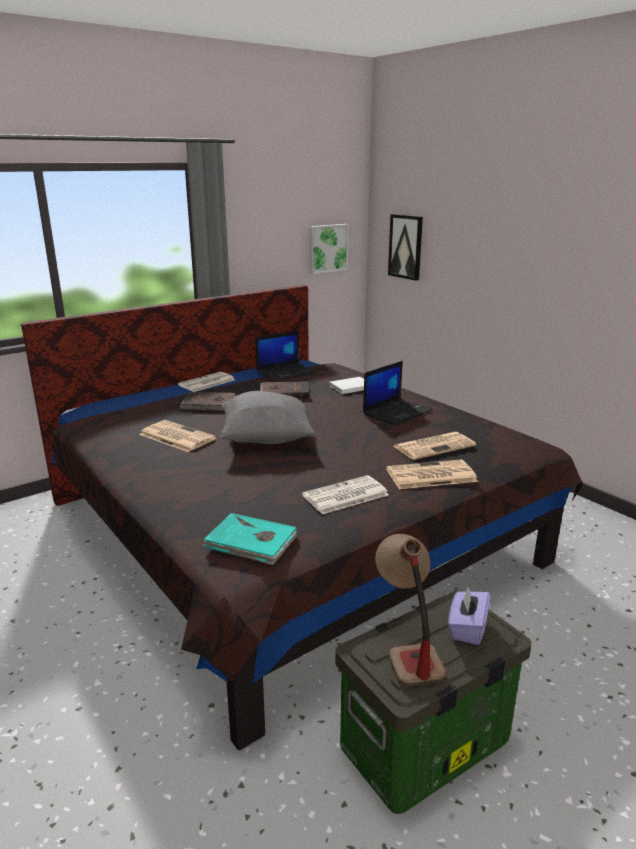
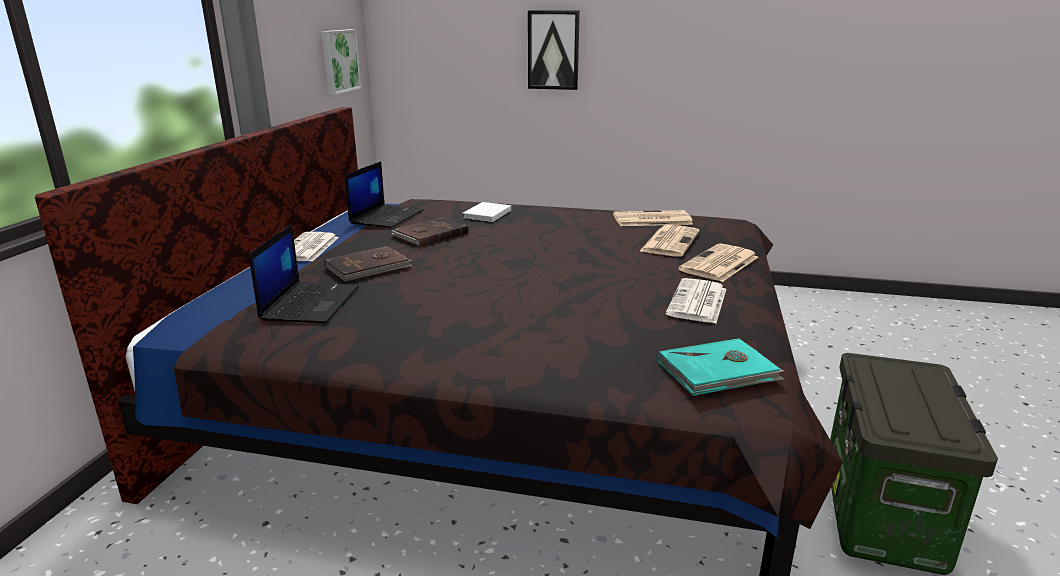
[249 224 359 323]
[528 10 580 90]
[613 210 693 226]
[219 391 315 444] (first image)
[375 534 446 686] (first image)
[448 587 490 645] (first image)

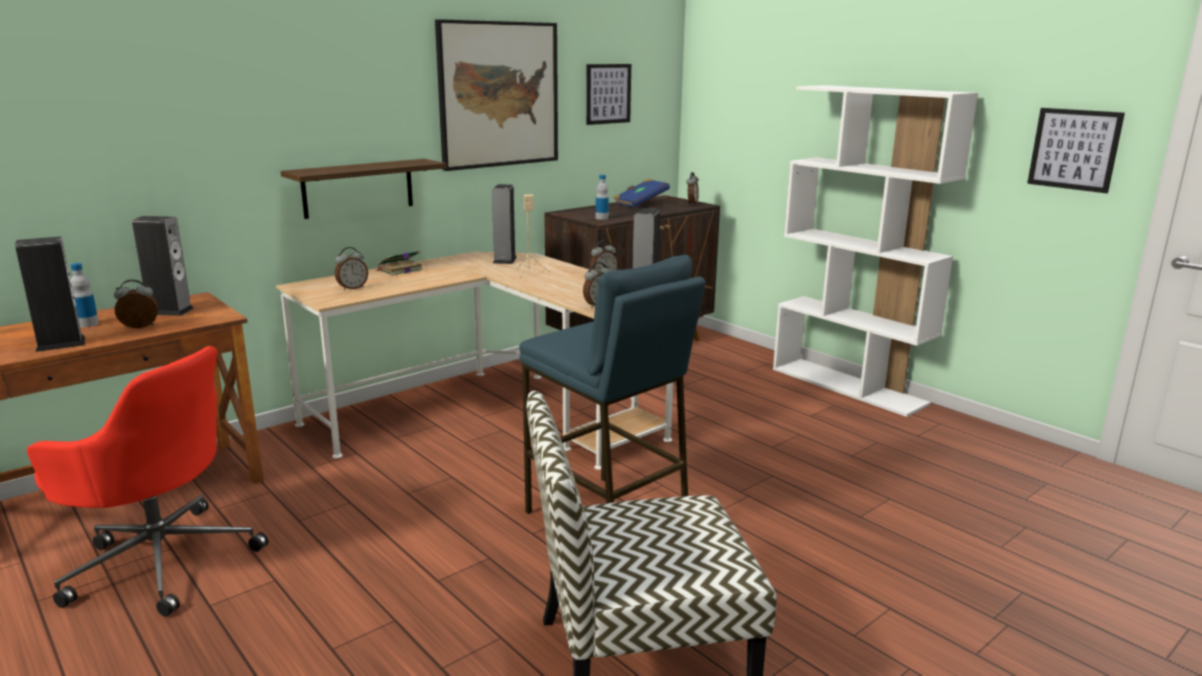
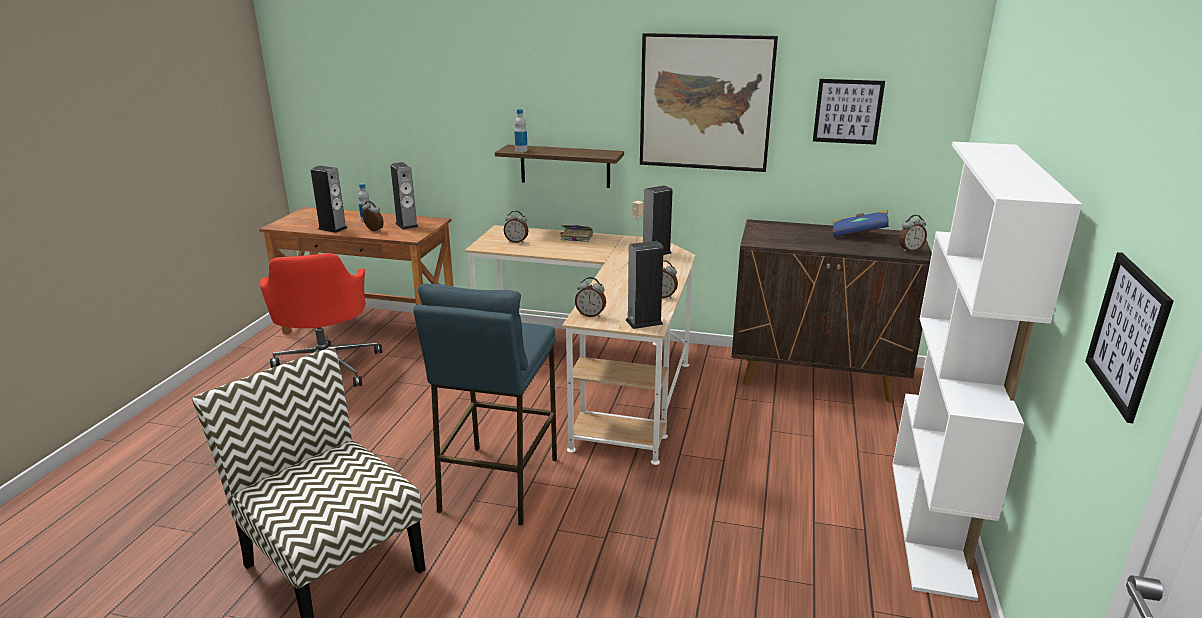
[514 109 528 152]

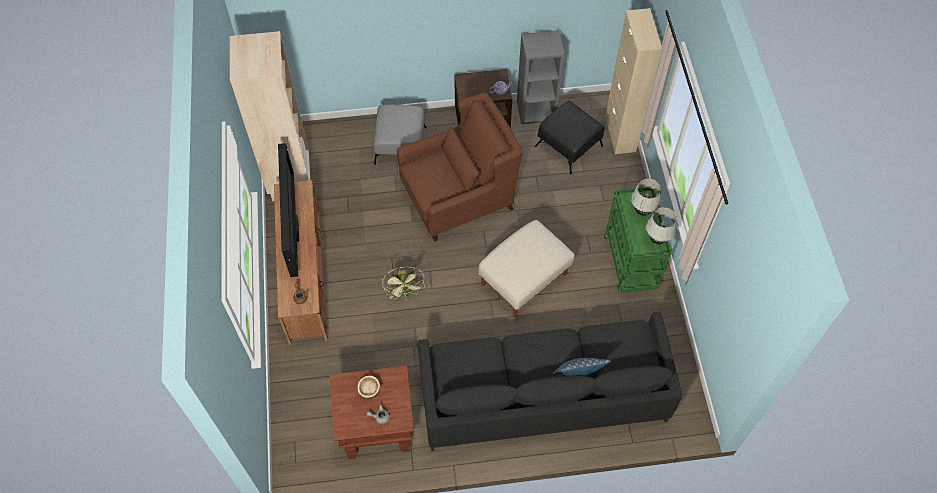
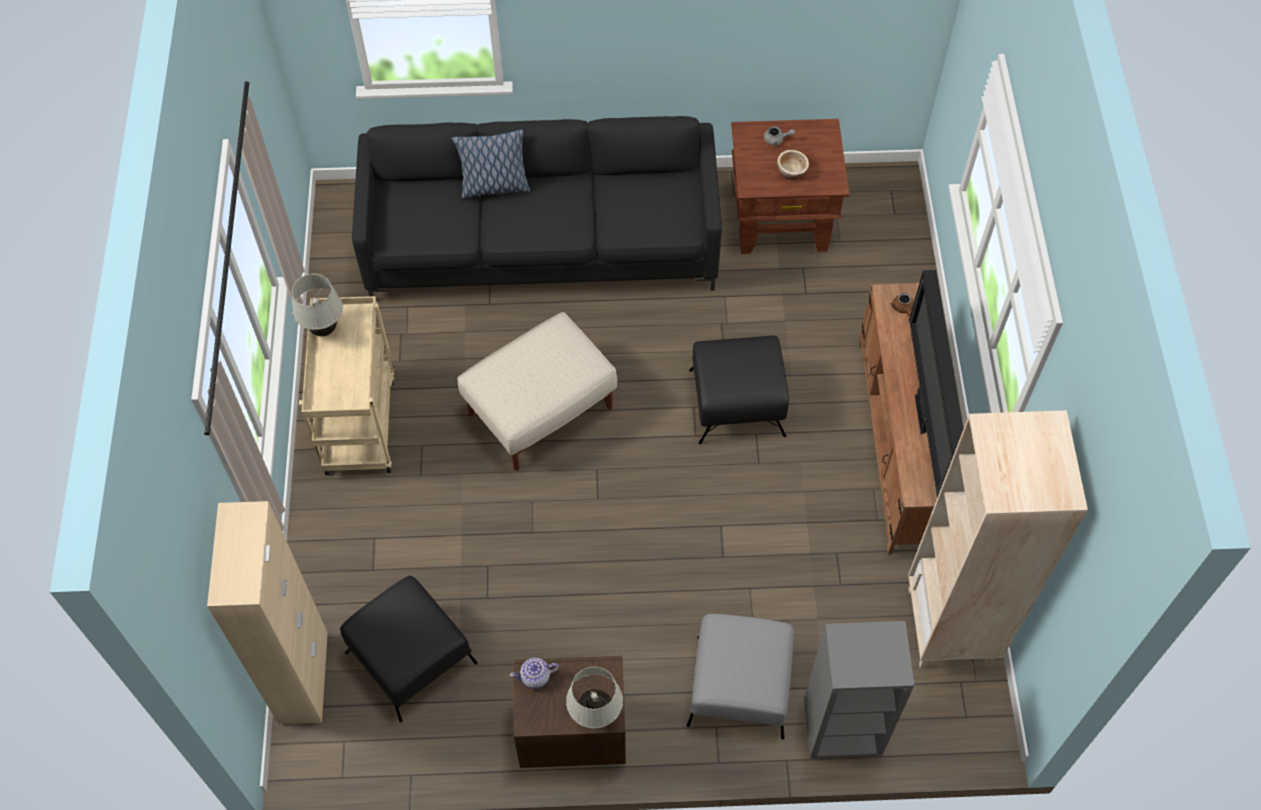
[299 296 394 475]
[566 667 623 728]
[689 336 789 444]
[804 621 915 758]
[397 92 523 242] (first image)

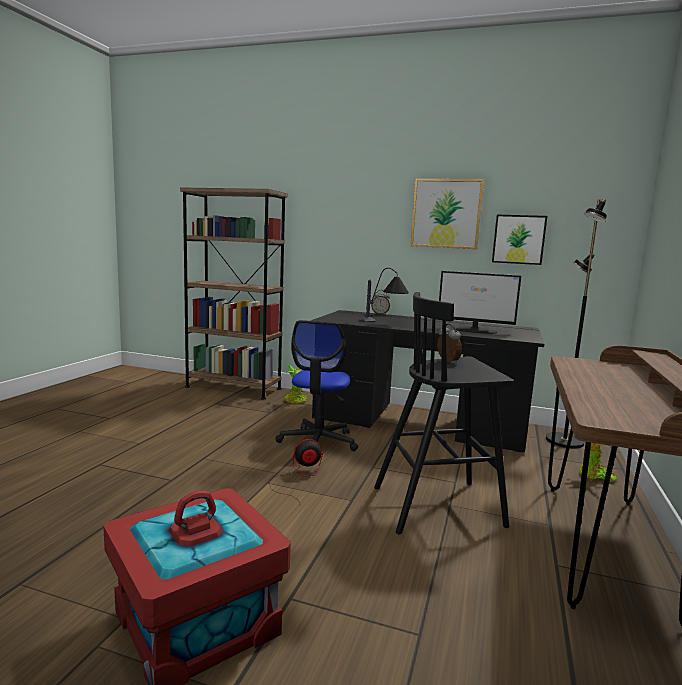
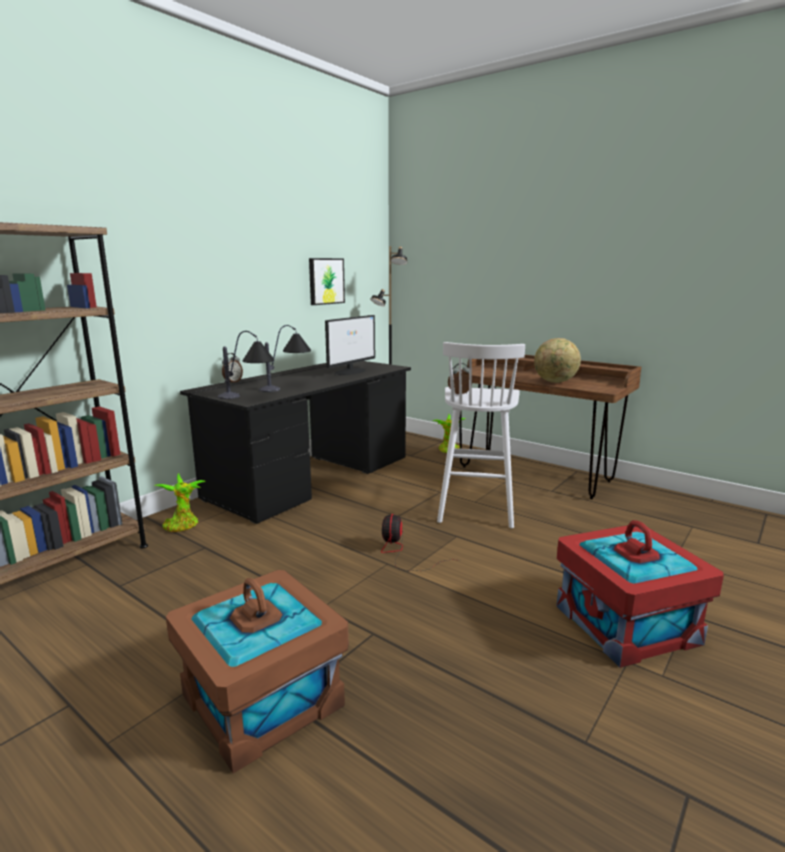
[166 570 349 773]
[218 331 275 399]
[437 342 525 528]
[534 338 581 383]
[276 320 358 451] (first image)
[410 179 484 249] (first image)

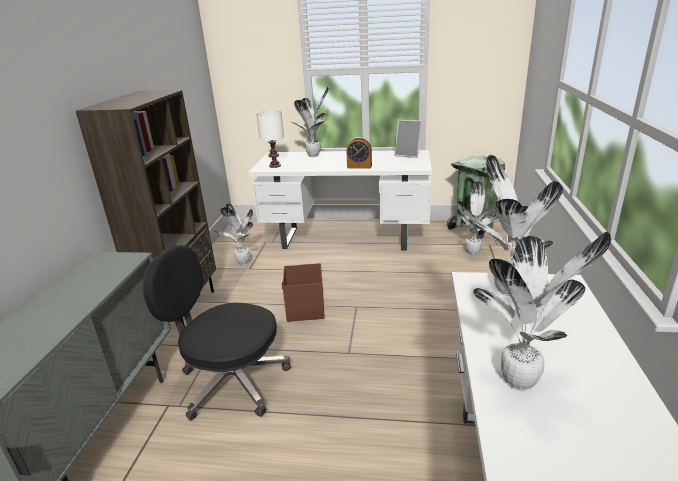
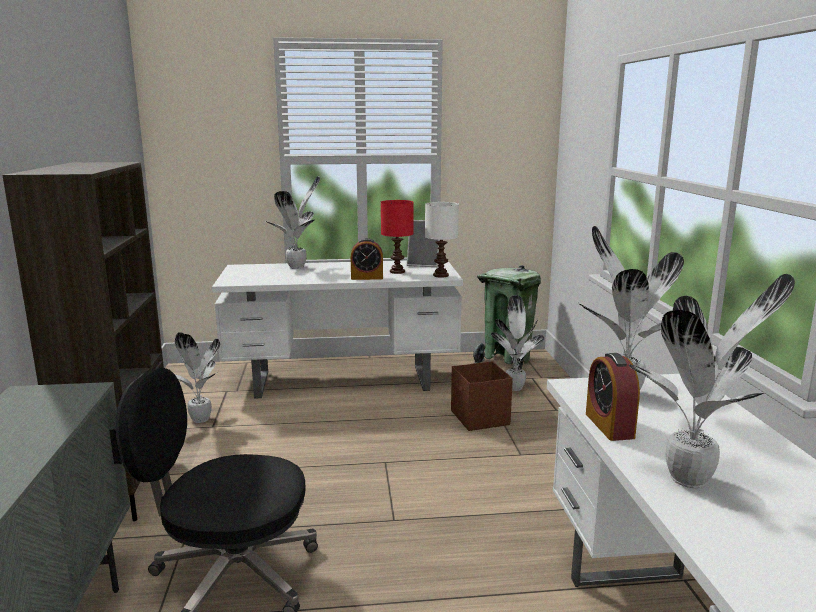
[381 200 413 274]
[425 202 459 278]
[451 361 513 431]
[586 353 640 441]

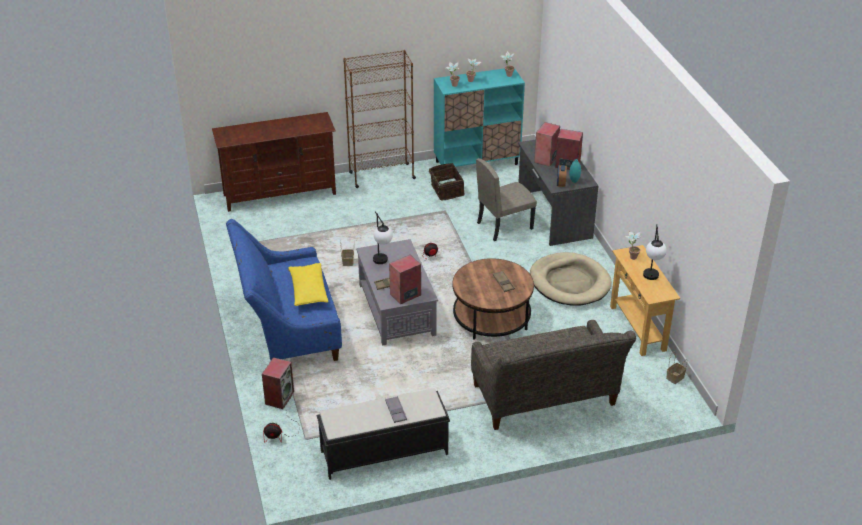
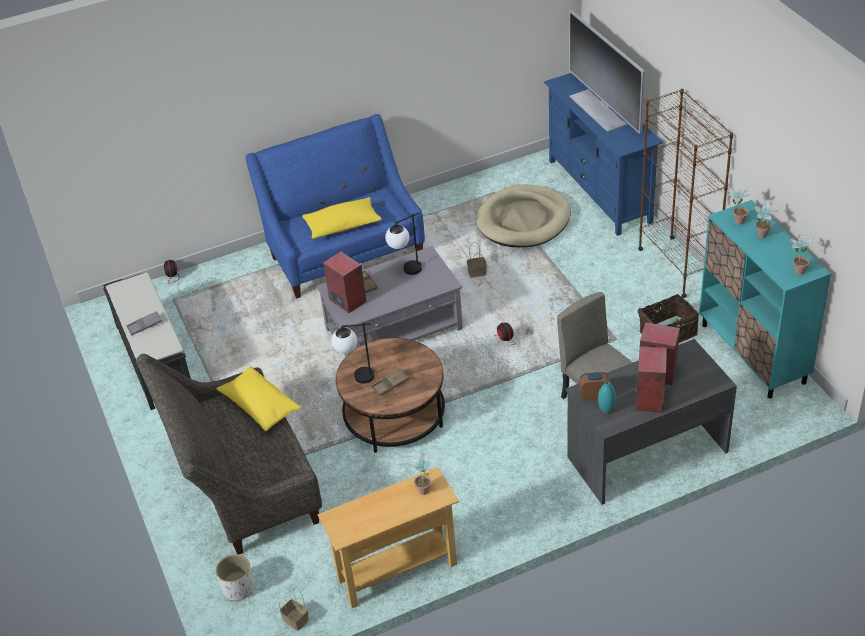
[216 366 301 431]
[216 554 254 601]
[331 323 374 384]
[476 184 571 247]
[544 73 663 236]
[569 10 645 134]
[262 357 294 409] (first image)

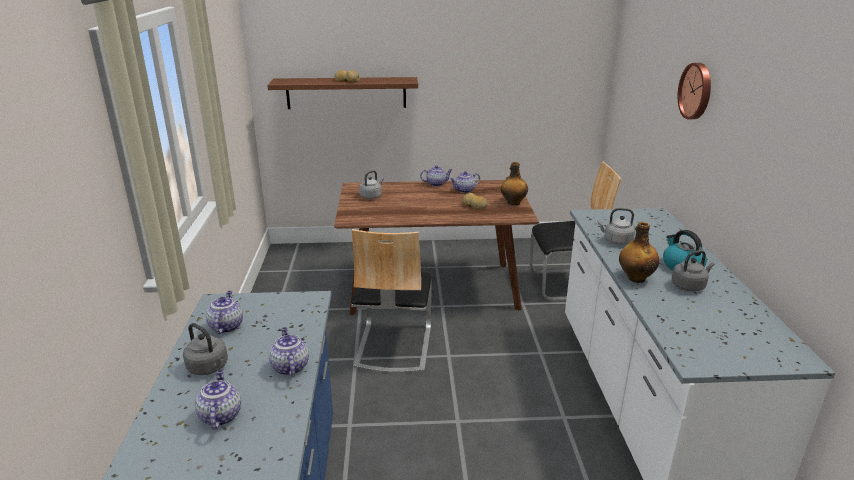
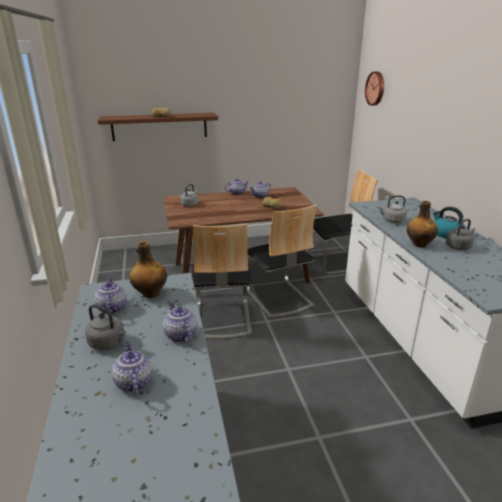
[130 242 167 298]
[247 204 317 318]
[365 71 384 106]

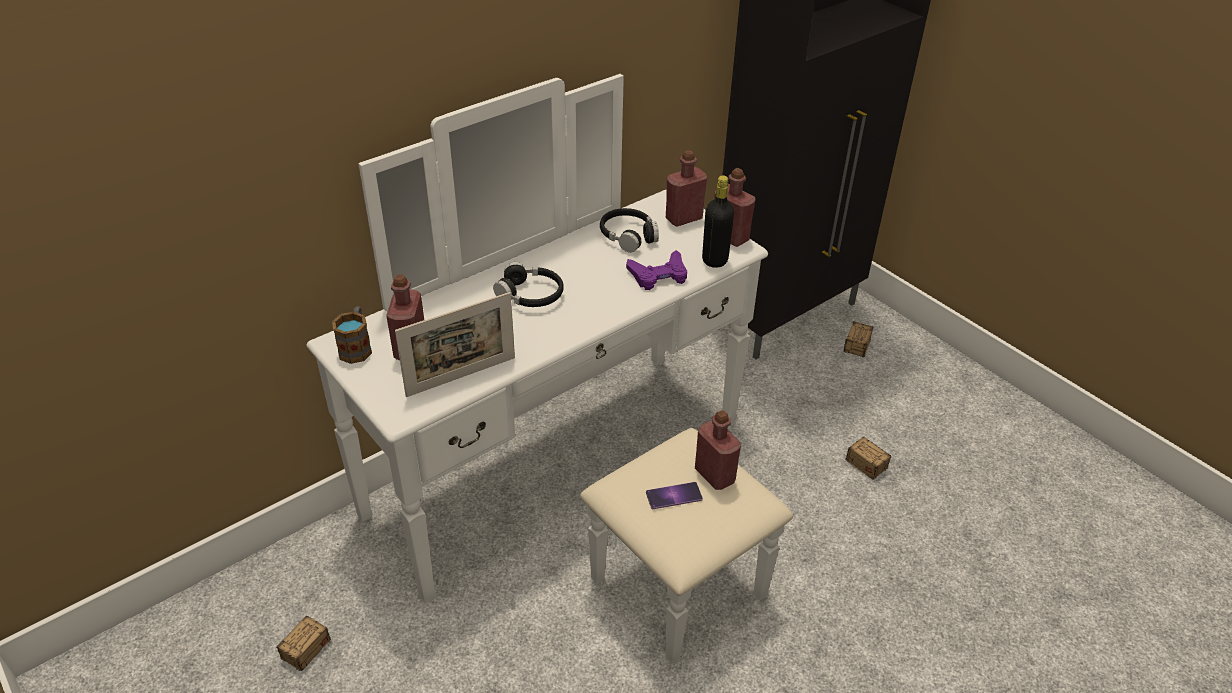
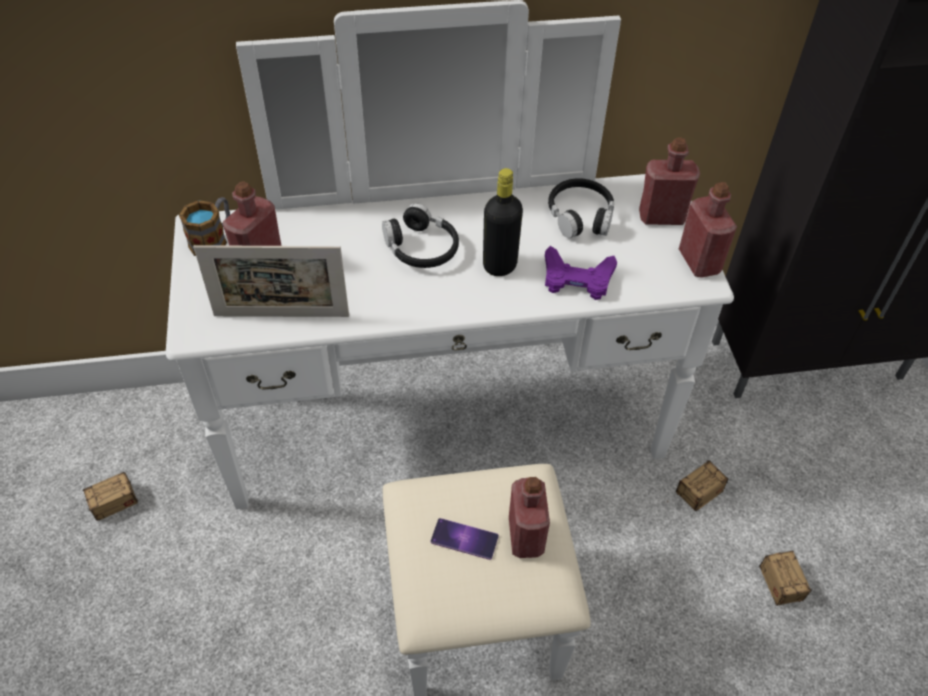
[483 168 523 276]
[676 460 729 511]

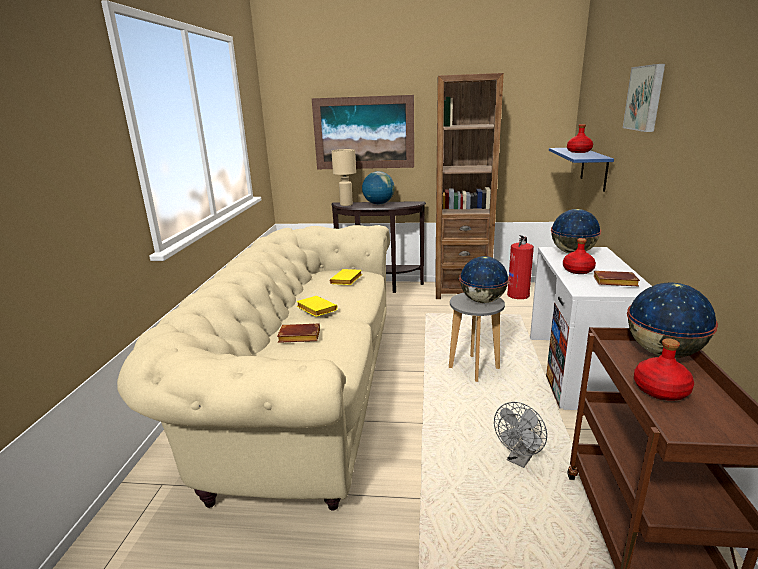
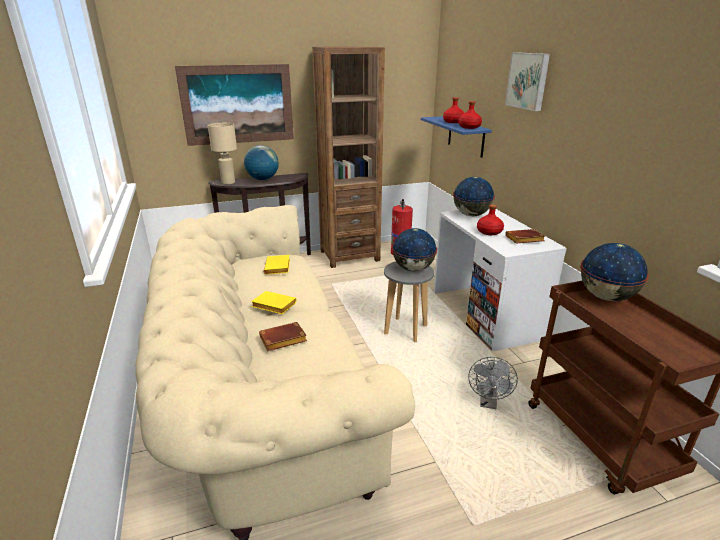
[458 101 482 129]

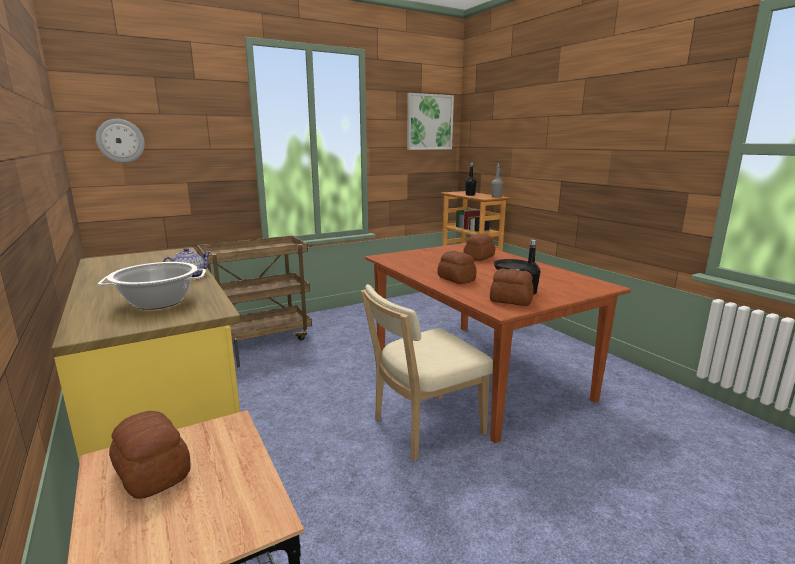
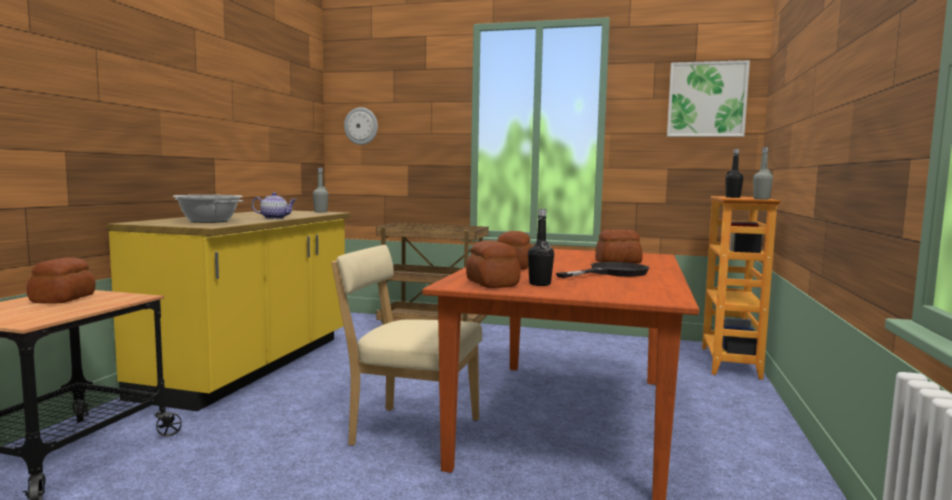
[313 168 328 212]

